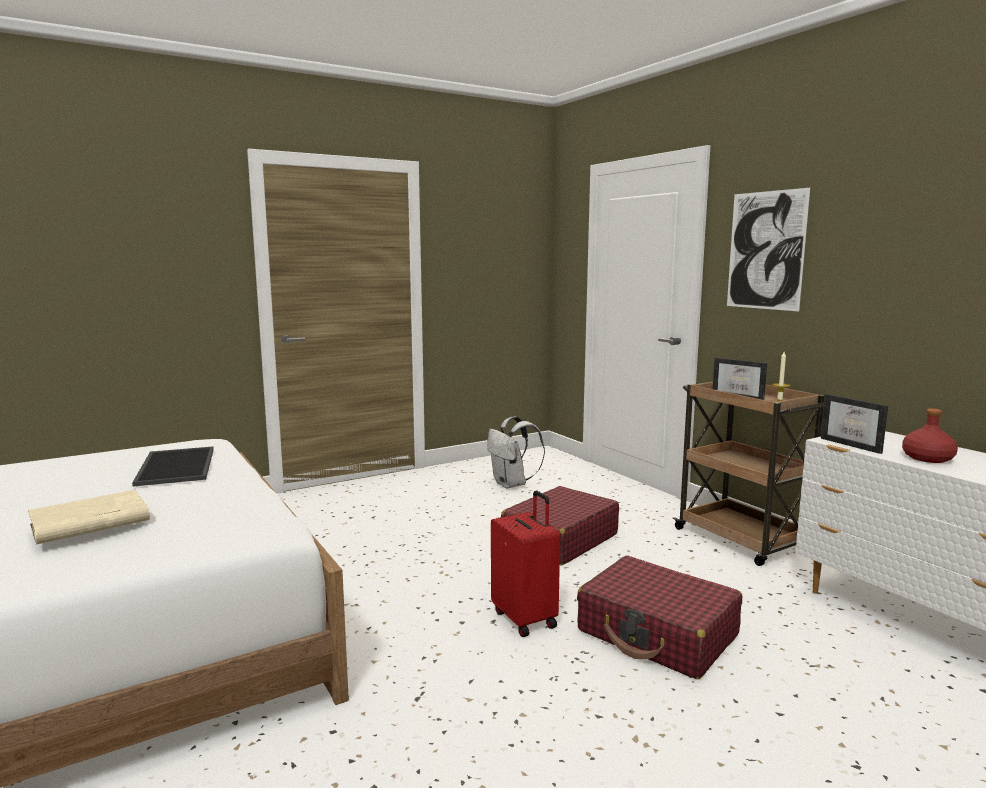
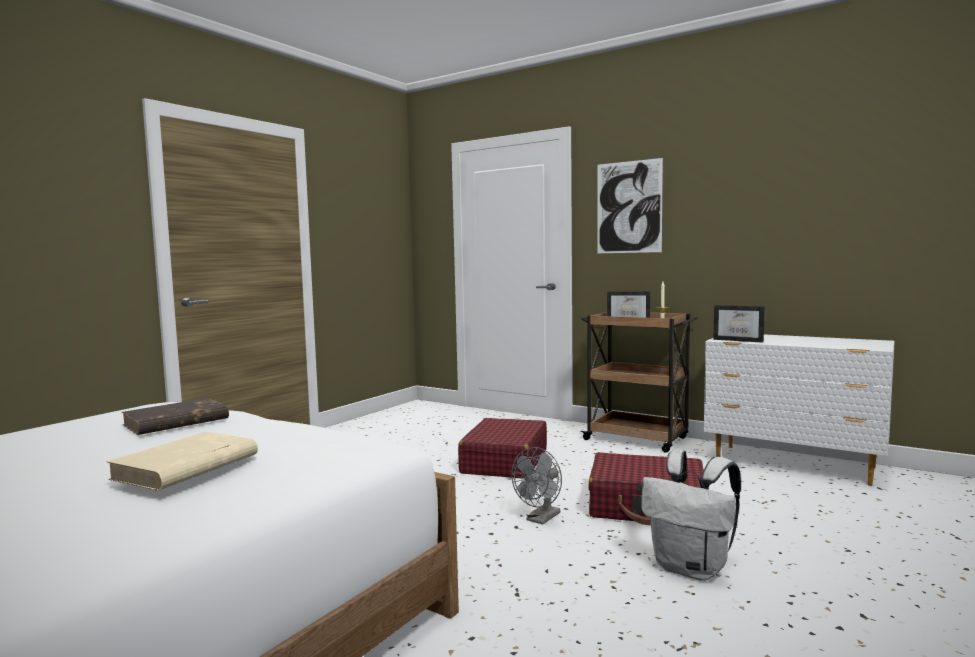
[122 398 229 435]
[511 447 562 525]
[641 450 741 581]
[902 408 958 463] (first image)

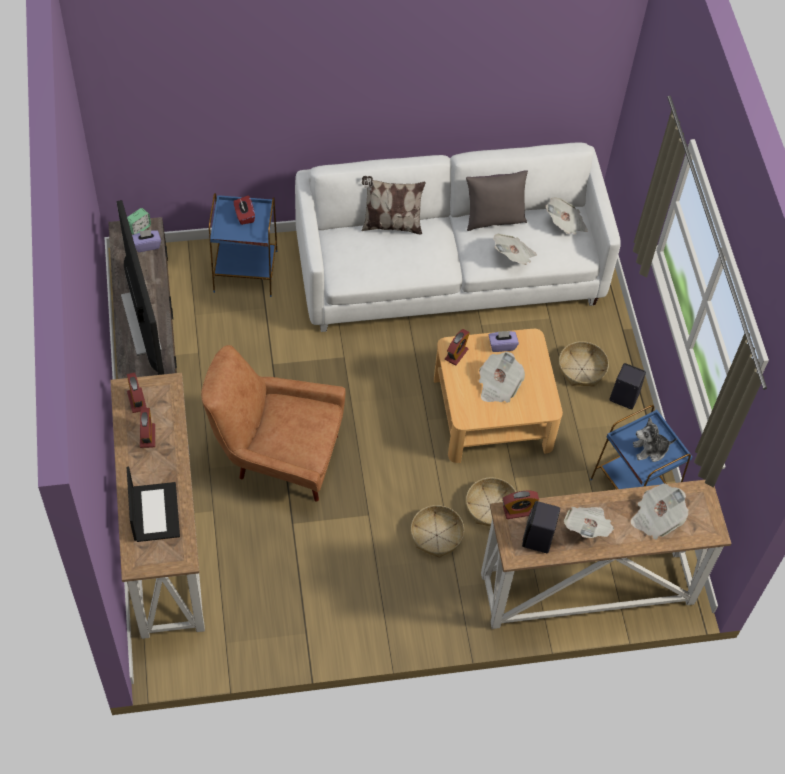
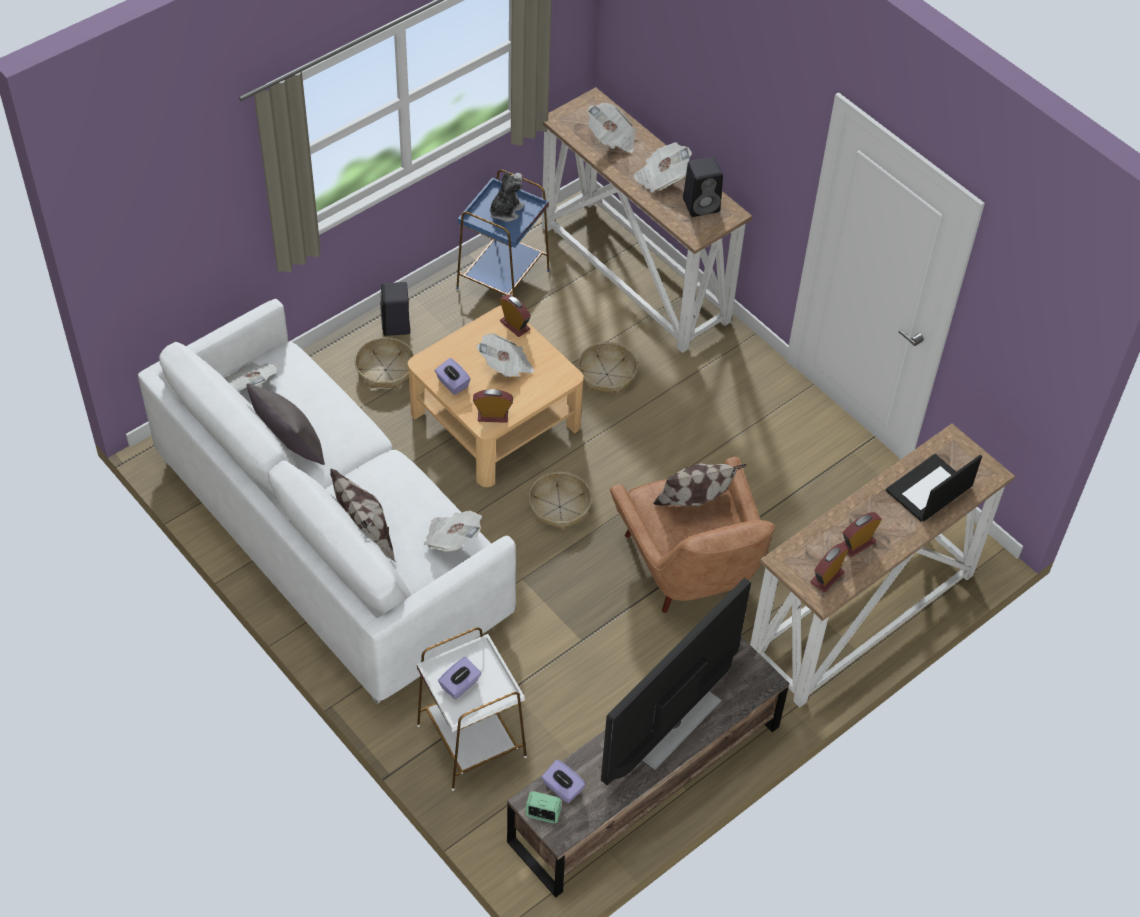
[417 628 527 791]
[424 510 482 552]
[438 657 481 699]
[490 171 525 222]
[500 295 531 337]
[529 472 592 530]
[653 463 747 506]

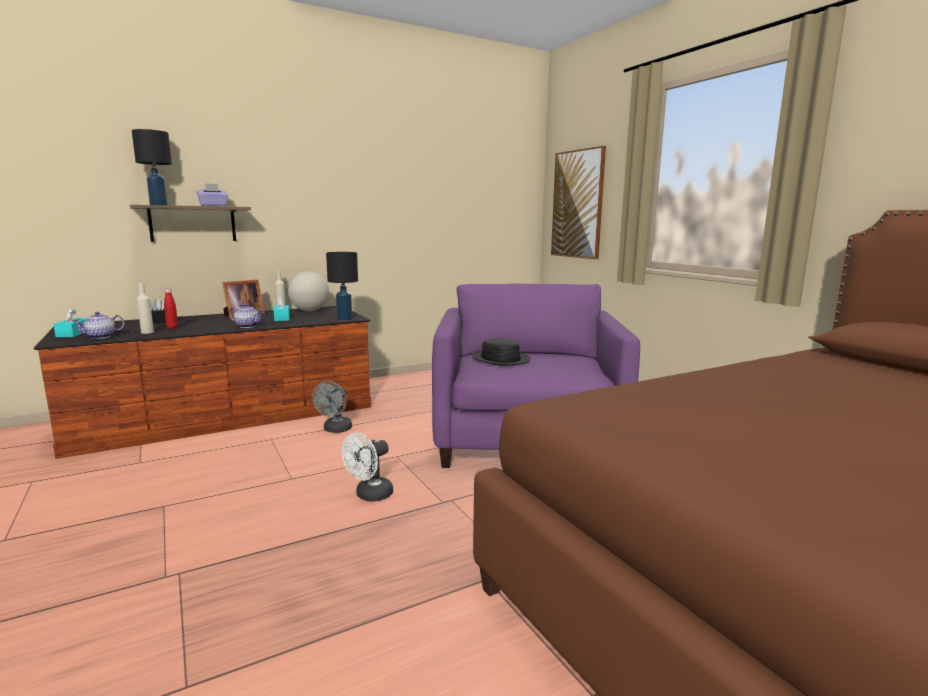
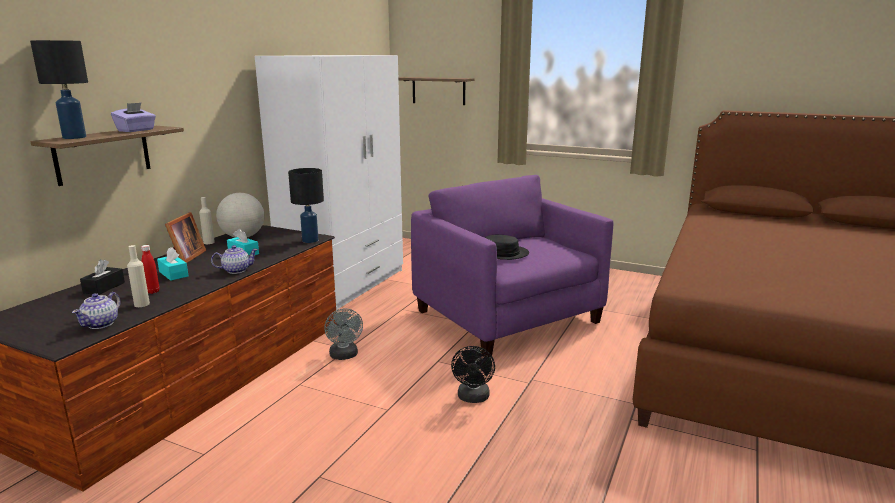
[157 247 189 281]
[255 55 403 310]
[398 77 474 105]
[451 346 495 403]

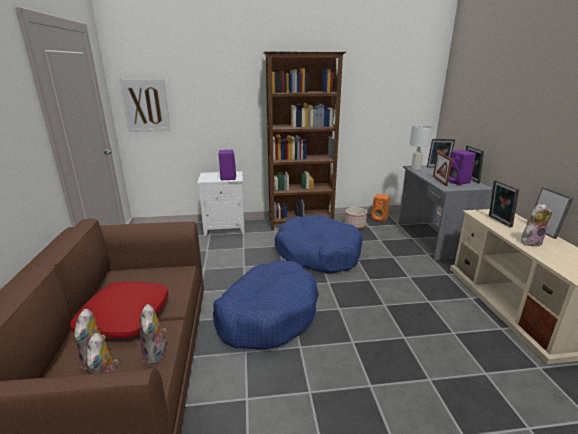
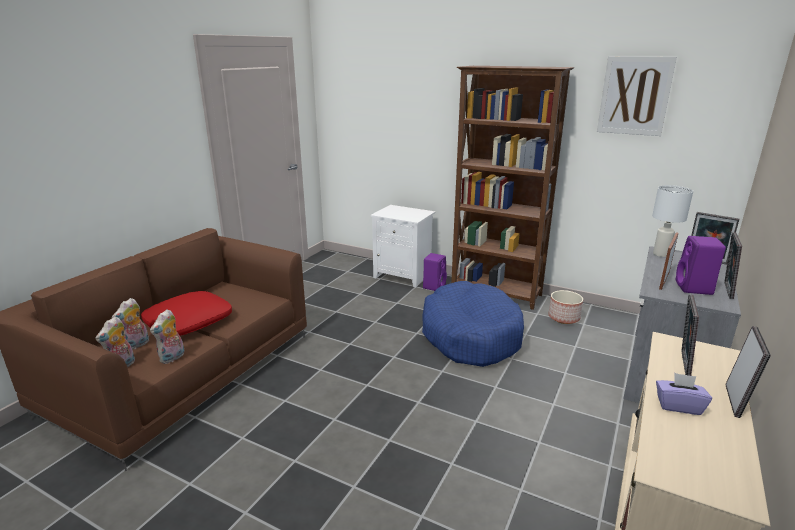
[423 253 447 291]
[597 56 677 136]
[656 373 712 415]
[213 260 319 350] (first image)
[371 194 390 222] (first image)

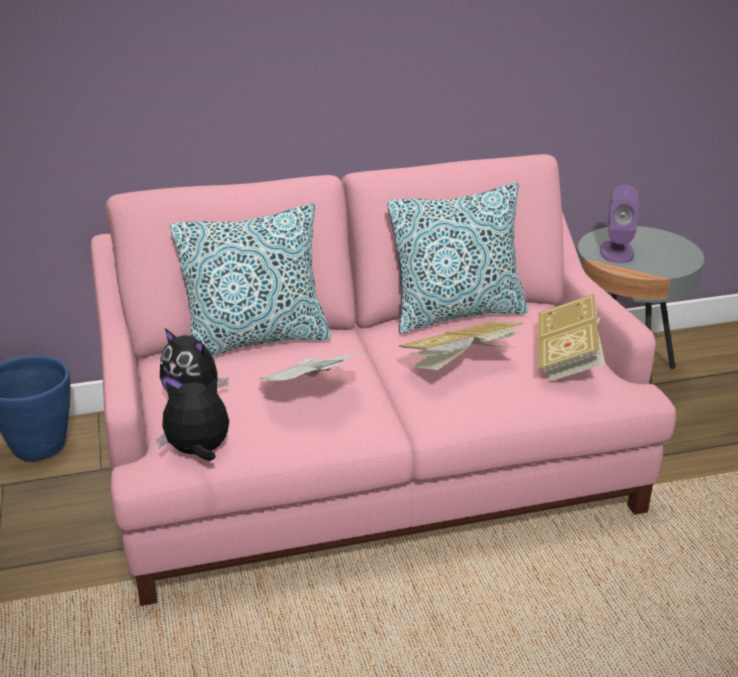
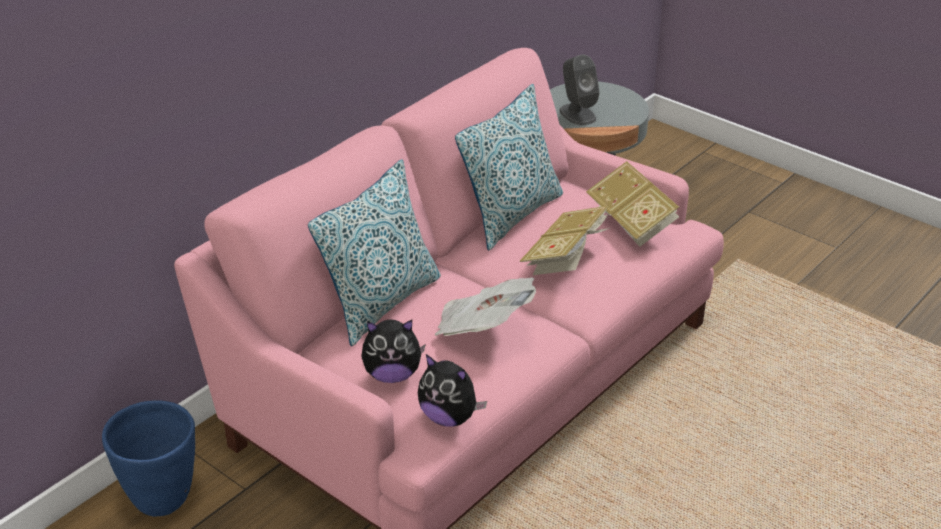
[418 354 487 427]
[559 55 600 125]

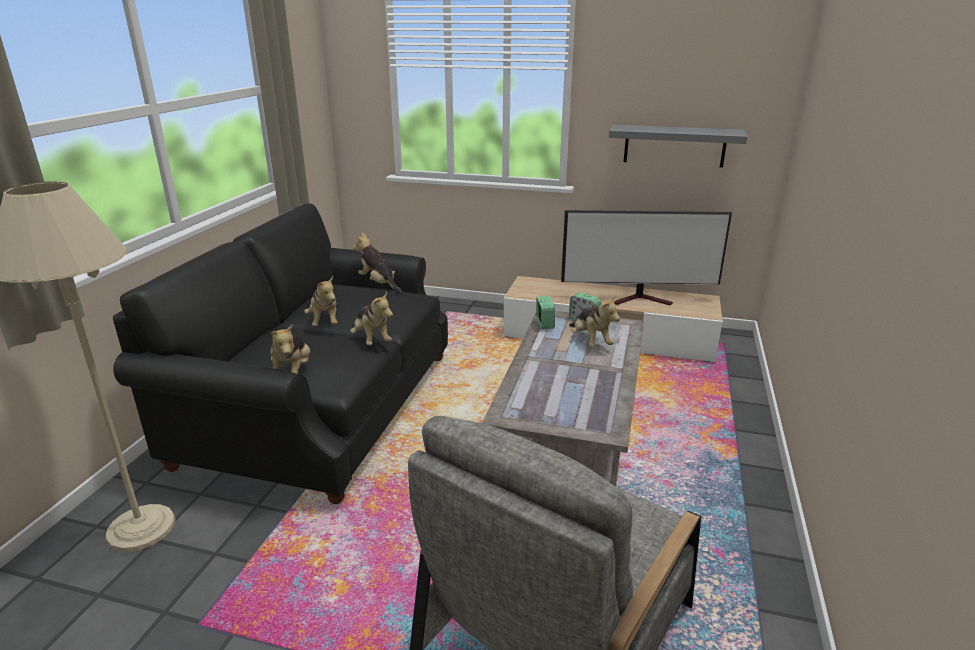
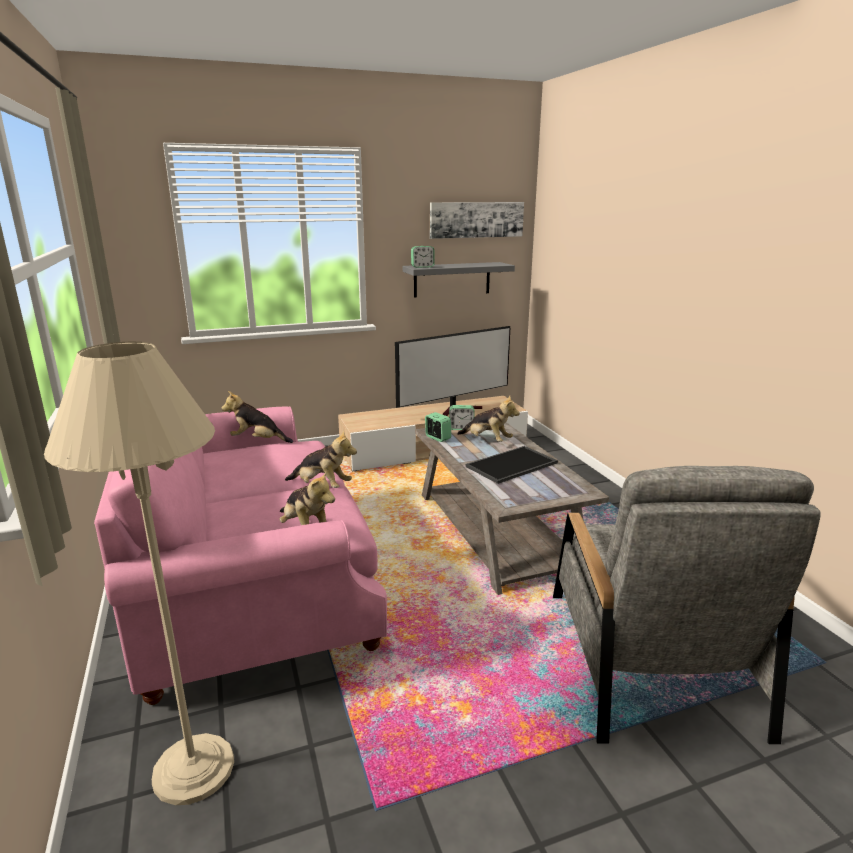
[94 407 387 705]
[411 246 434 268]
[430 202 524 239]
[465 446 558 484]
[304 276 338 326] (first image)

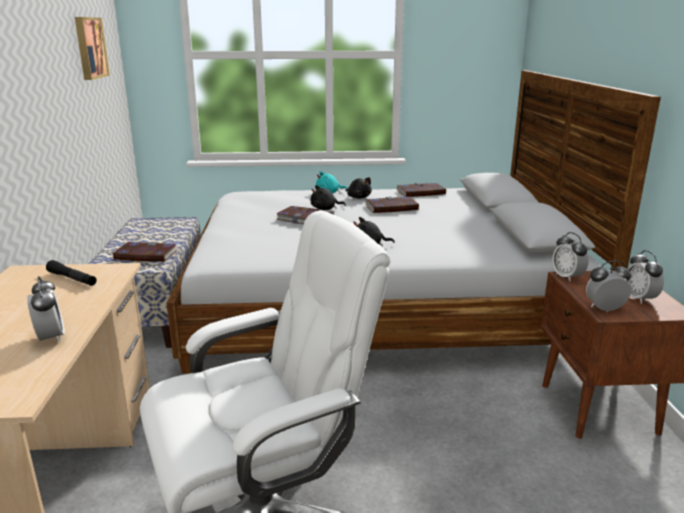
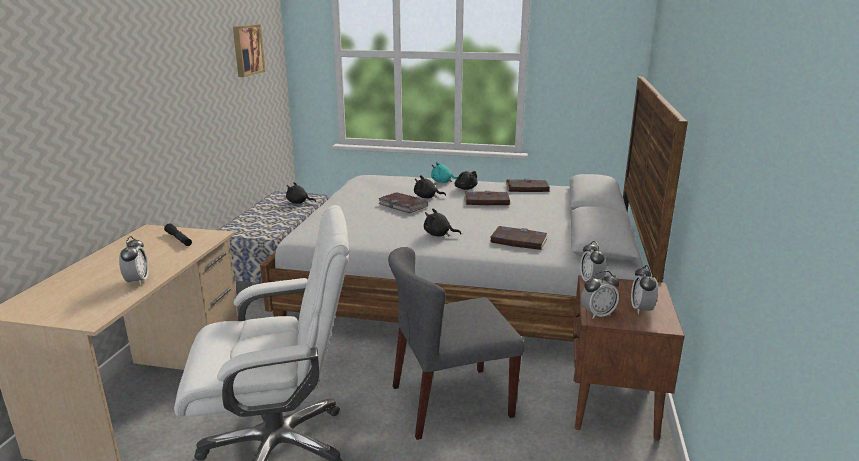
[286 182 316 204]
[388 247 524 440]
[490 226 548 250]
[581 271 619 319]

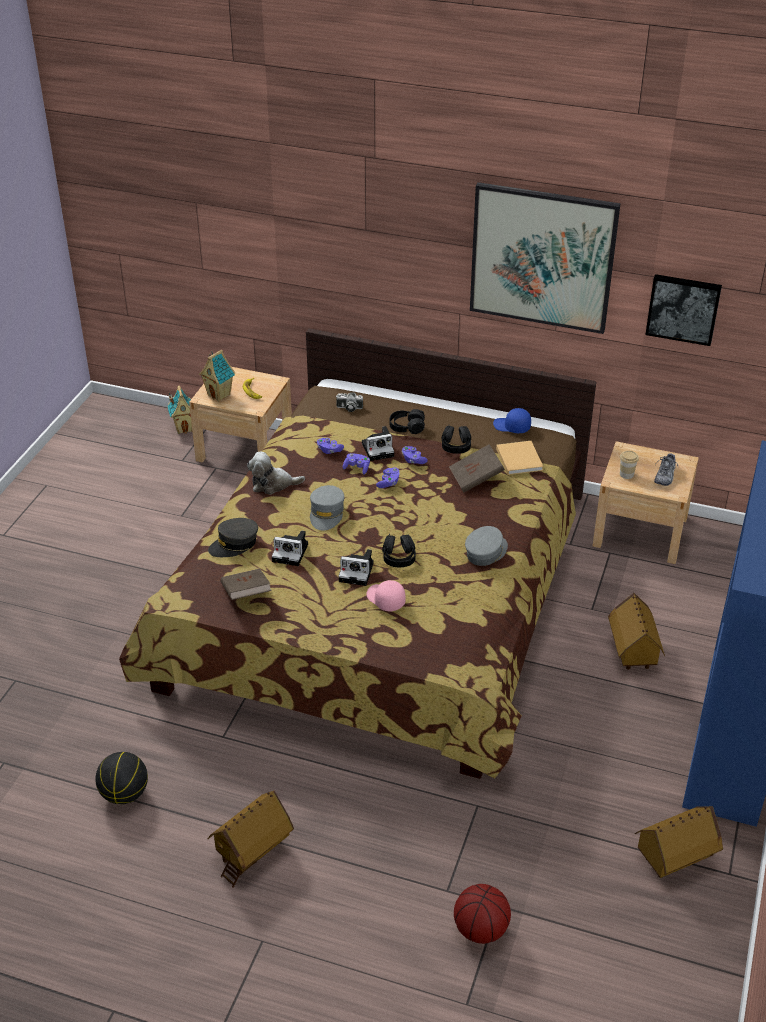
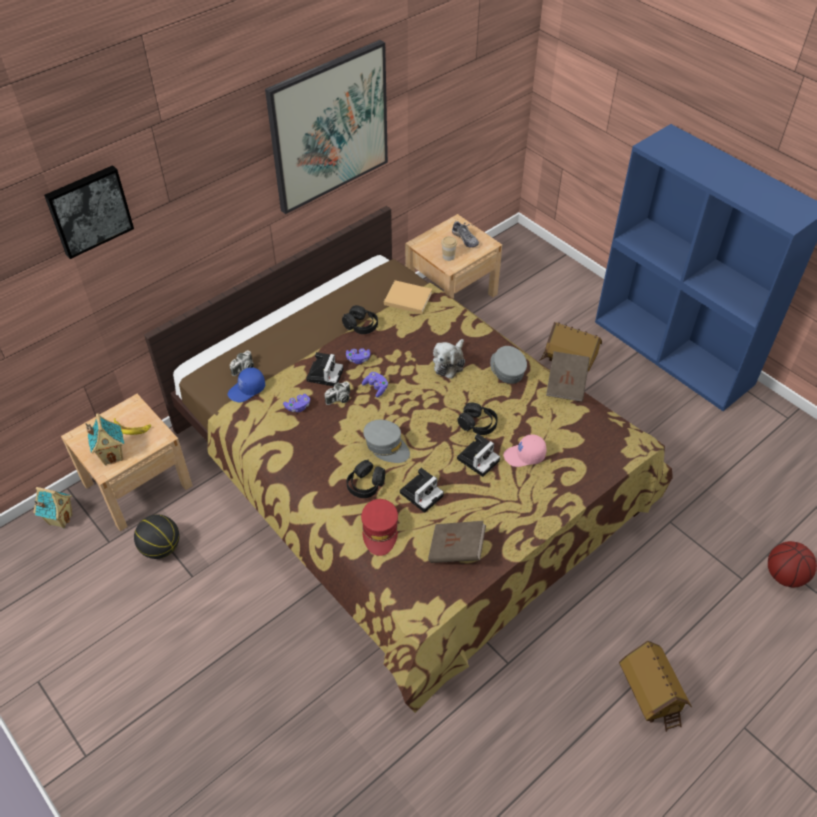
[44 165 134 259]
[134 514 180 559]
[228 367 265 402]
[325 381 350 405]
[346 460 385 498]
[361 499 398 556]
[433 339 465 379]
[546 351 590 402]
[635 806 723 878] (first image)

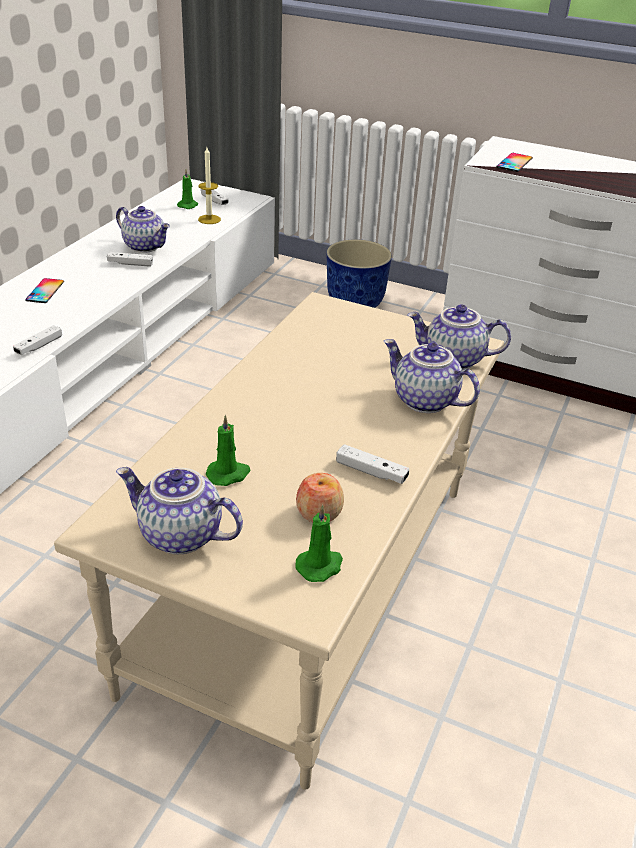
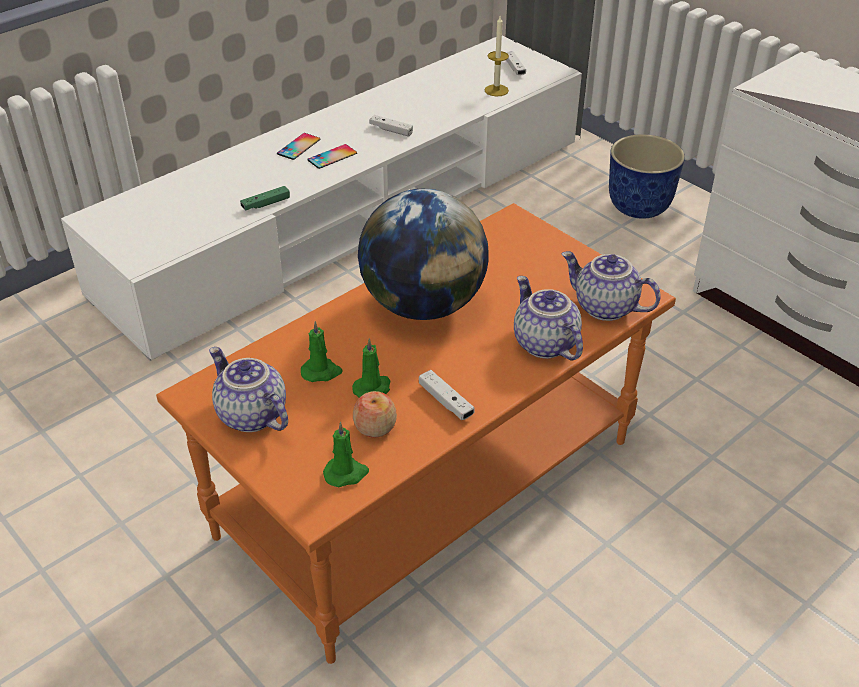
[156 203 676 664]
[240 186 290 211]
[308 144 357 169]
[352 338 390 398]
[358 189 489 320]
[116 206 170 253] (first image)

